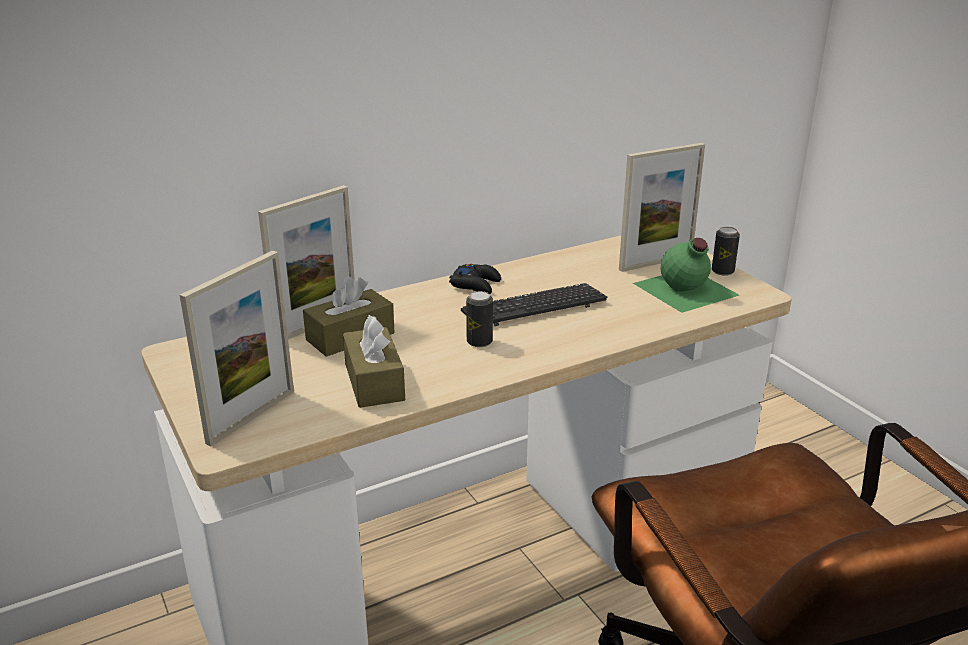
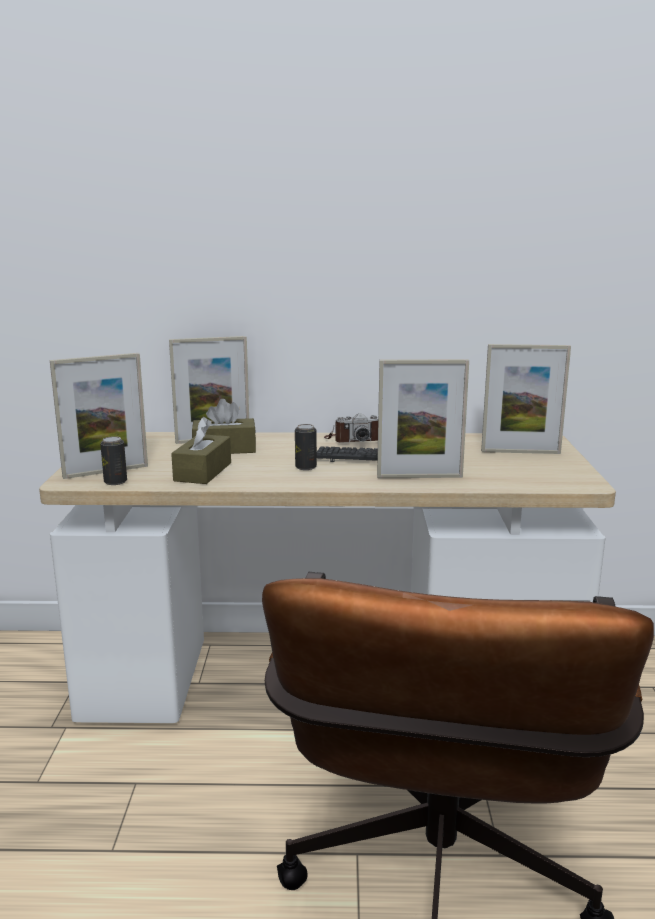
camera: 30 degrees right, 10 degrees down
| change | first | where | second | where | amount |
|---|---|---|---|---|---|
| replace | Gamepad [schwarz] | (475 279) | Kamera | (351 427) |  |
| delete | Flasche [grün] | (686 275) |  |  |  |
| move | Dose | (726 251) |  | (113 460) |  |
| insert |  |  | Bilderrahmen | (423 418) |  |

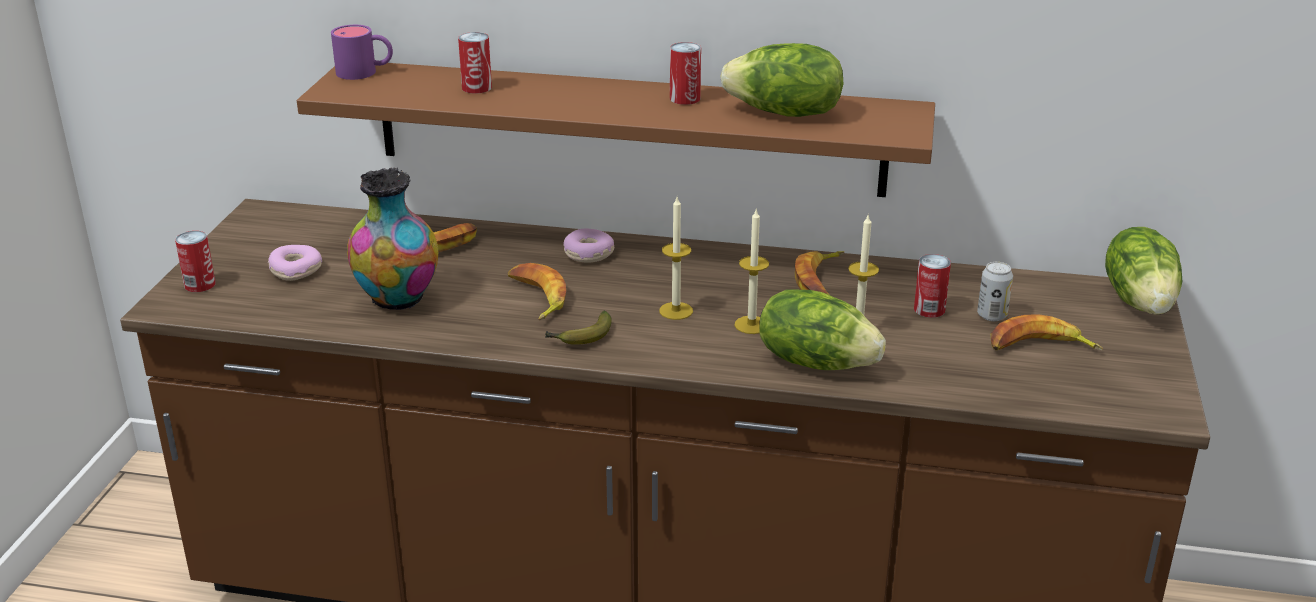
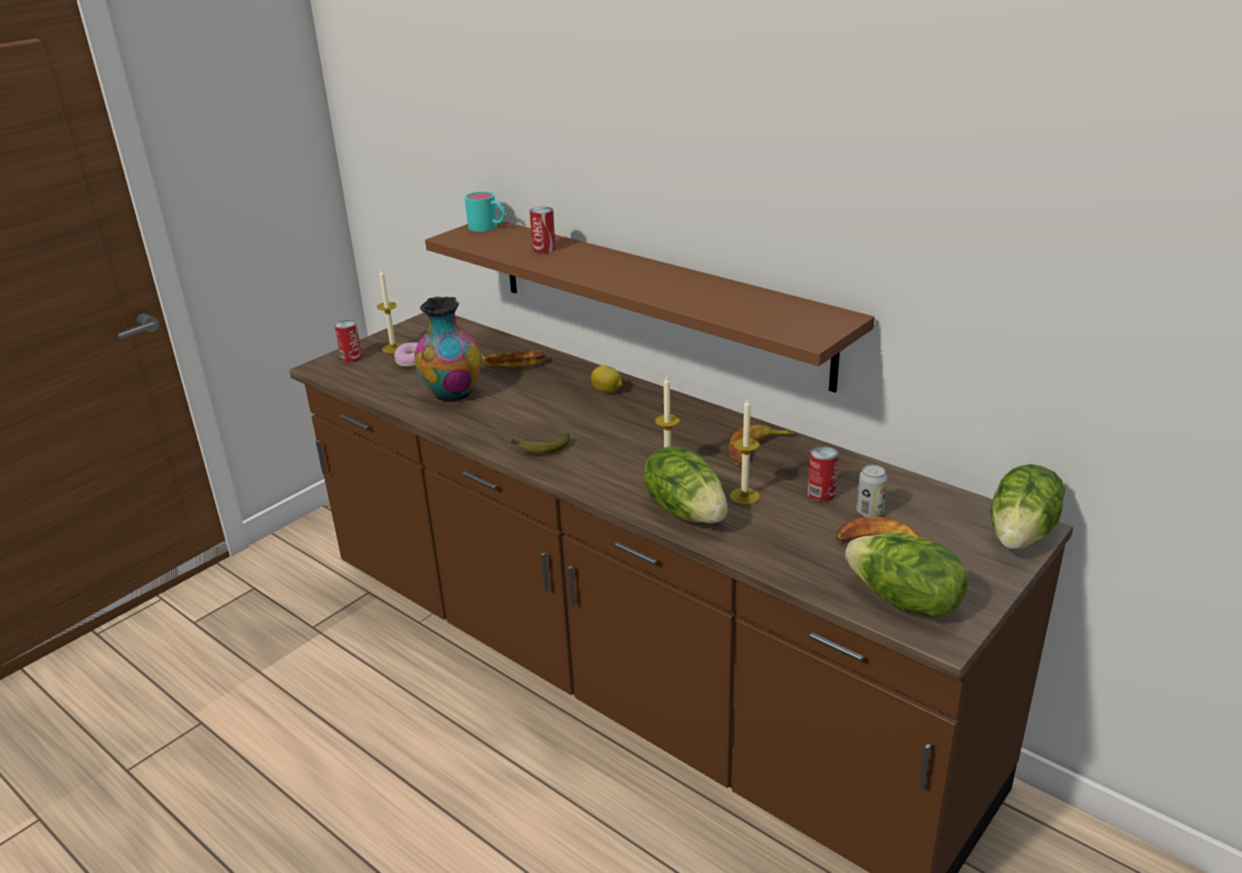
camera: 30 degrees right, 0 degrees up
| change | first | where | second | where | amount |
|---|---|---|---|---|---|
| recolor | Henkelbecher [lila] | (362 52) | Henkelbecher [türkis] | (485 211) |  |
| delete | Banane | (537 291) |  |  |  |
| replace | Donut | (588 246) | Zitrone | (606 379) |  |
| move | Kerze | (676 258) |  | (389 311) |  |
| delete | Dose | (685 73) |  |  |  |
| move | Salatkopf | (781 80) |  | (906 575) |  |

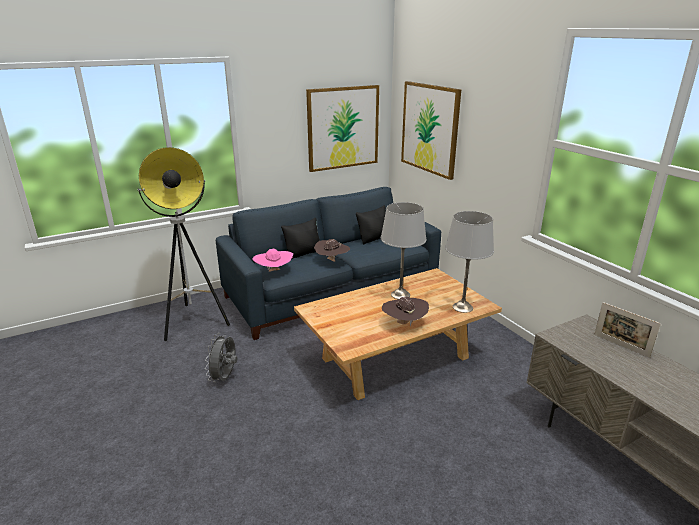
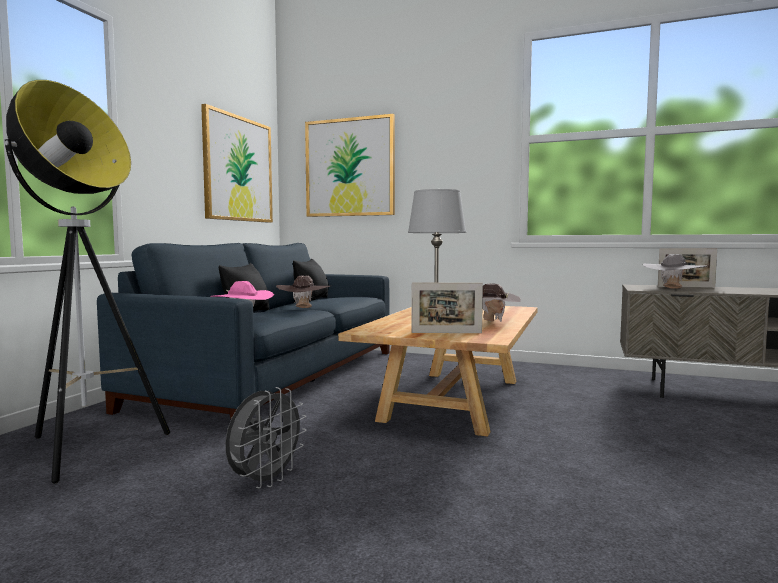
camera: 40 degrees left, 20 degrees down
| change | first | where | second | where | amount |
|---|---|---|---|---|---|
| rotate | Ventilator [grau] | (221 357) |  | (266 437) | 120 degrees counterclockwise |
| delete | Tischlampe [grau] | (469 262) |  |  |  |
| insert |  |  | Bilderrahmen | (447 307) |  |
| insert |  |  | Hut [grau] | (674 271) |  |

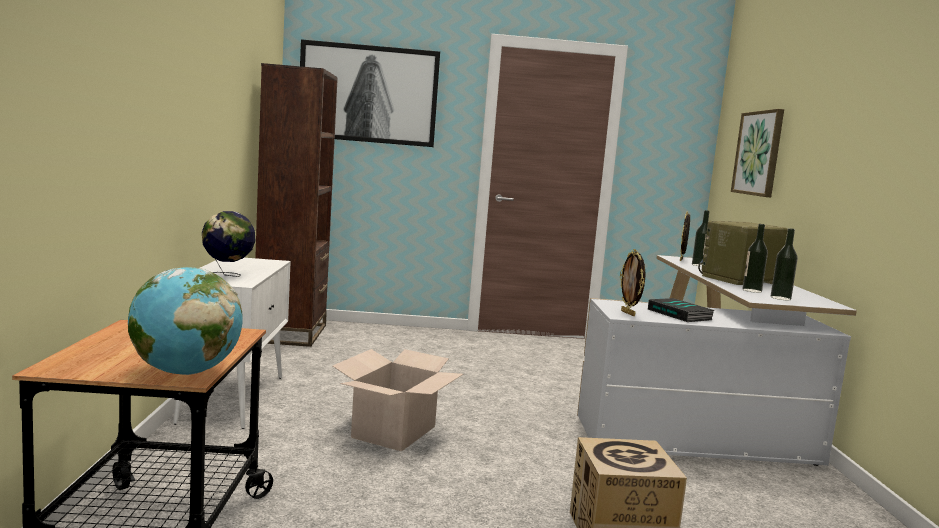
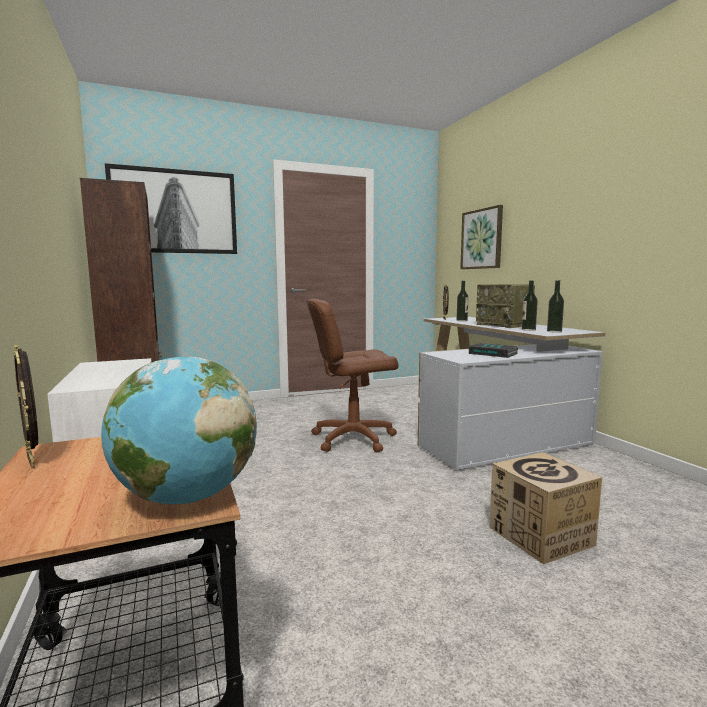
camera: 20 degrees left, 0 degrees up
| change | first | where | second | where | amount |
|---|---|---|---|---|---|
| delete | Globus | (229 244) |  |  |  |
| delete | Karton | (398 400) |  |  |  |
| move | Bilderrahmen | (632 282) |  | (25 407) |  |
| rotate | Radio | (743 253) |  | (505 306) | 75 degrees counterclockwise |
| insert |  |  | Bürostuhl [braun] | (352 375) |  |

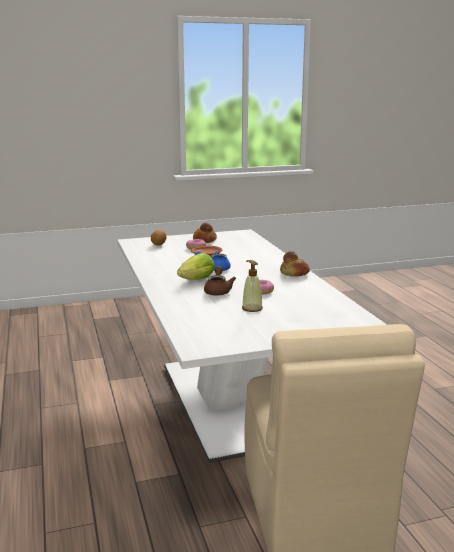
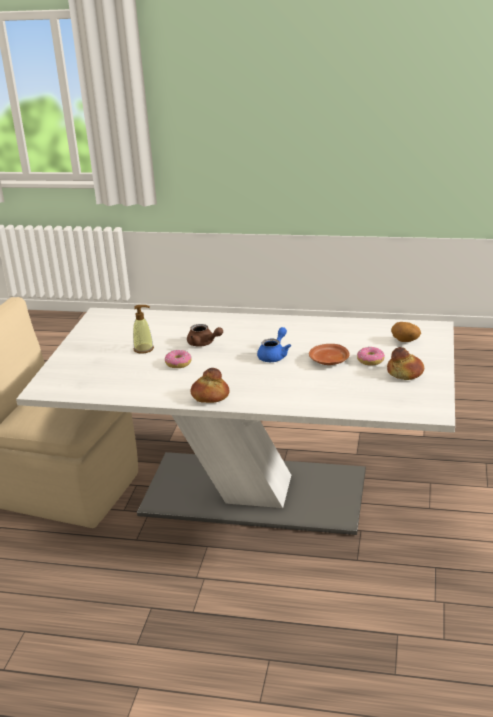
camera: 120 degrees right, 10 degrees up
| change | first | where | second | where | amount |
|---|---|---|---|---|---|
| delete | Salatkopf | (196 266) |  |  |  |

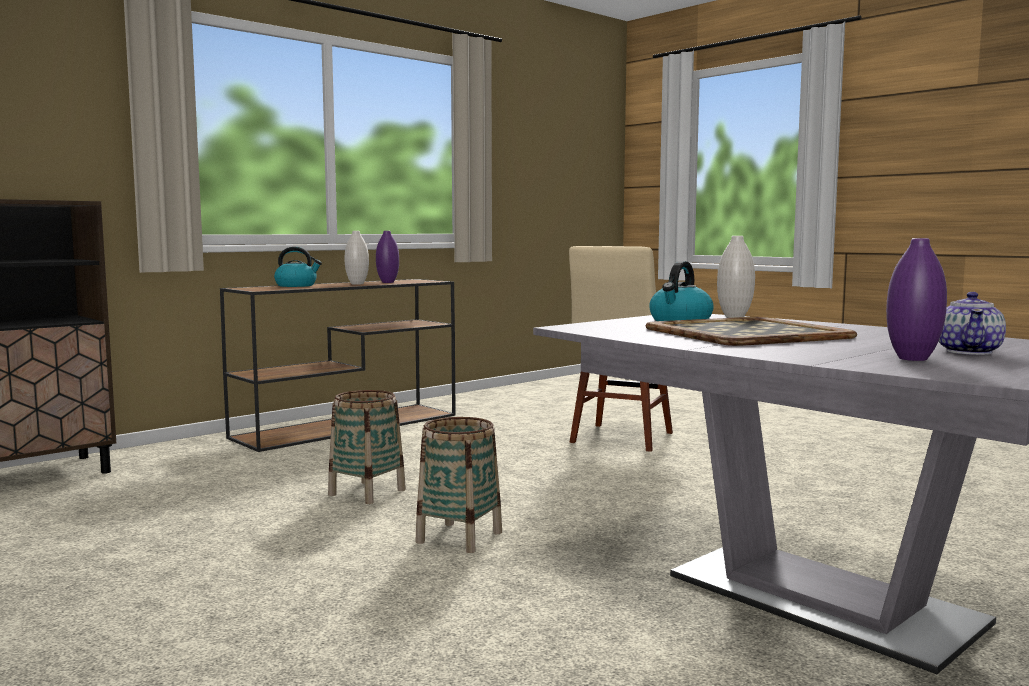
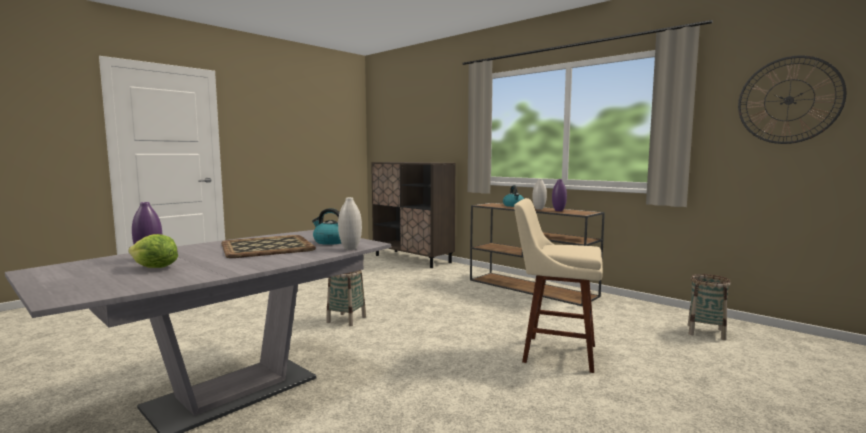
camera: 85 degrees right, 0 degrees up
| change | first | where | second | where | amount |
|---|---|---|---|---|---|
| move | Korb | (367 447) |  | (709 307) |  |
| replace | Teekanne | (972 323) | Salatkopf | (153 251) |  |
| insert |  |  | Wanduhr | (792 99) |  |

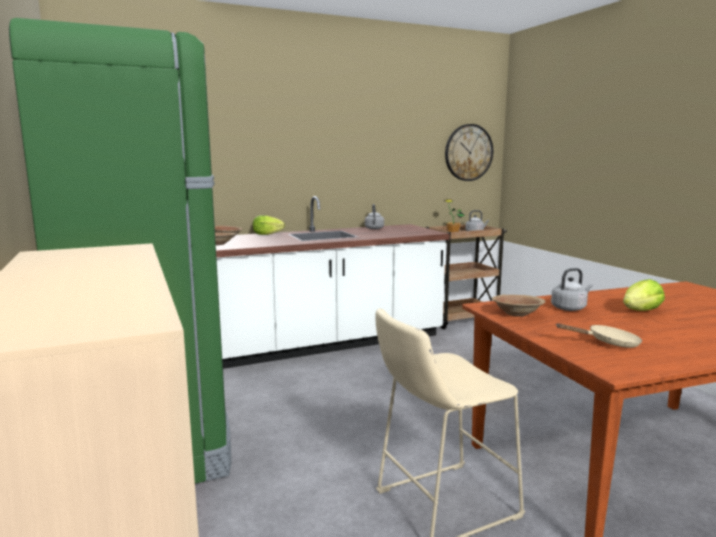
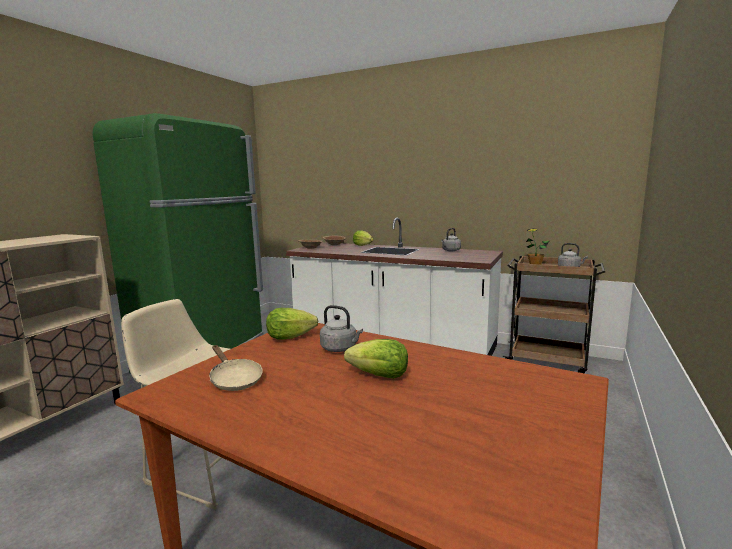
camera: 50 degrees right, 0 degrees up
| change | first | where | second | where | amount |
|---|---|---|---|---|---|
| delete | Wanduhr | (469 152) |  |  |  |
| replace | Schüssel [braun] | (518 306) | Salatkopf | (292 324) |  |

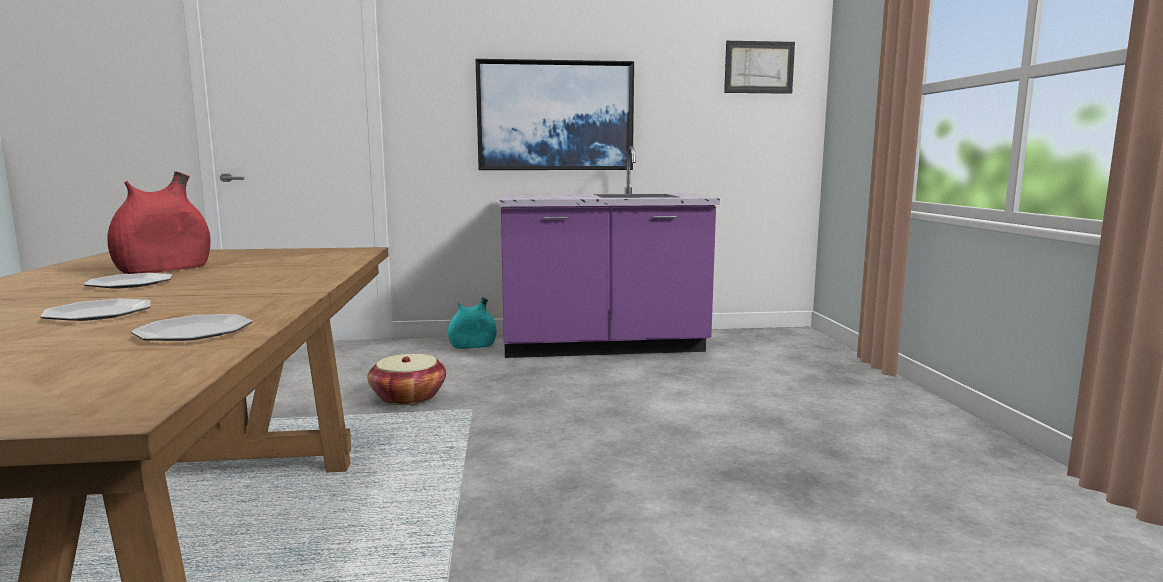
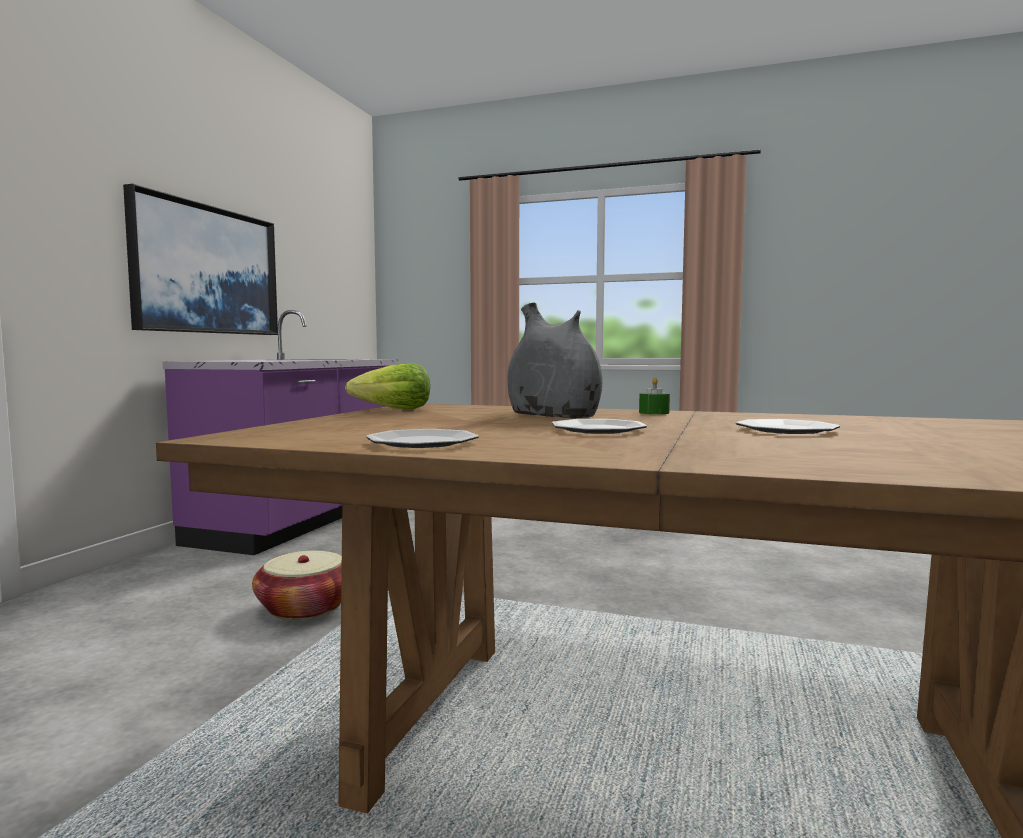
camera: 65 degrees left, 5 degrees down
| change | first | where | second | where | amount |
|---|---|---|---|---|---|
| delete | Vase [rot] | (159 222) |  |  |  |
| move | Teller | (191 327) |  | (422 438) |  |
| delete | Vase [türkis] | (472 323) |  |  |  |
| delete | Bild | (759 67) |  |  |  |
| insert |  |  | Salatkopf | (387 386) |  |
| insert |  |  | Vase [grau] | (555 361) |  |
| insert |  |  | Kerze [grün] | (654 395) |  |

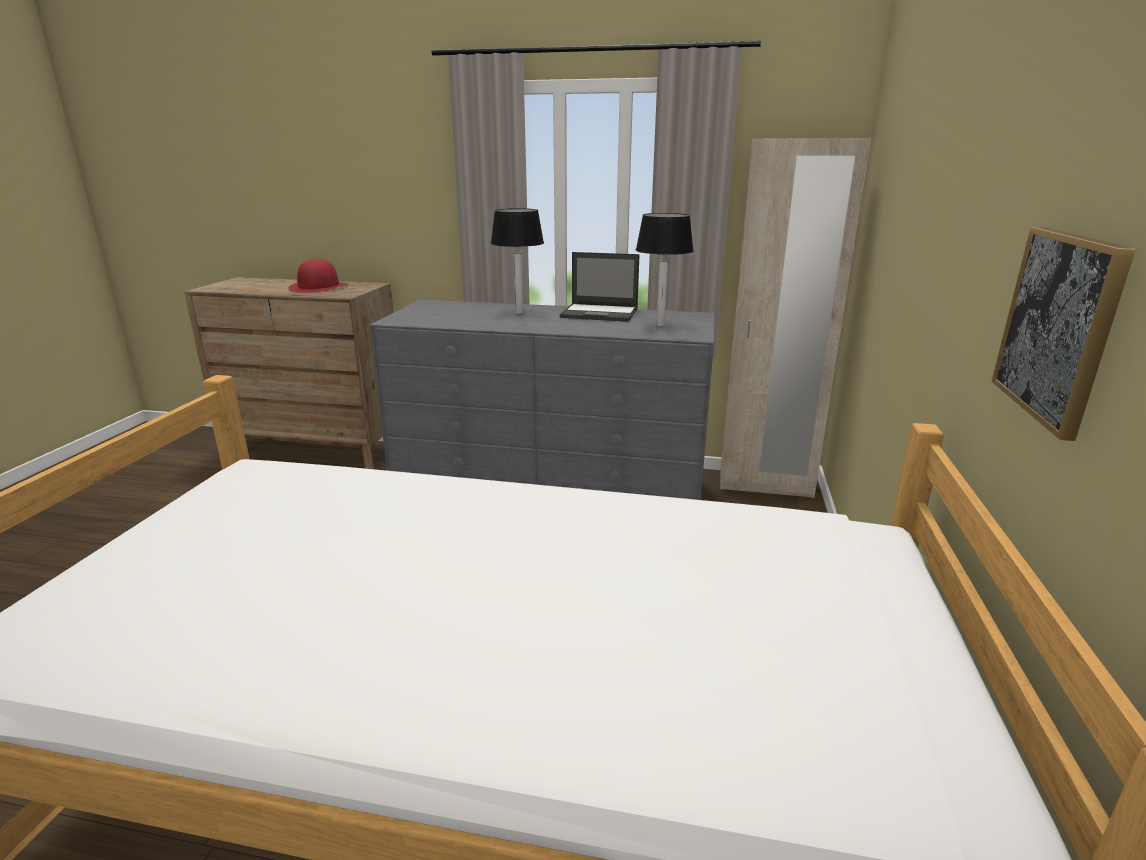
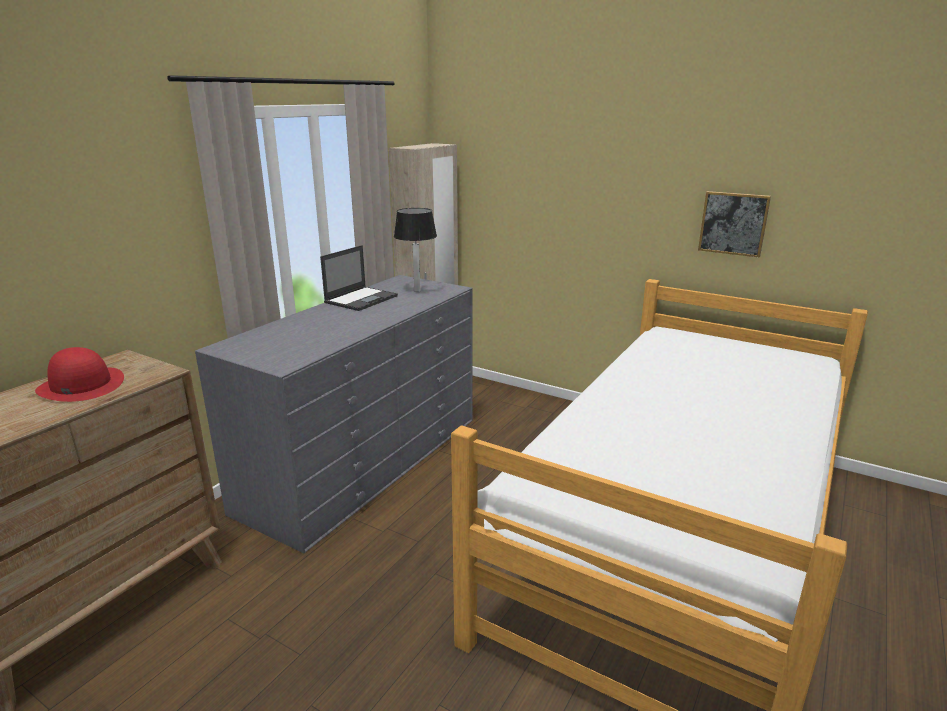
camera: 70 degrees left, 0 degrees up
| change | first | where | second | where | amount |
|---|---|---|---|---|---|
| delete | Tischlampe | (517 261) |  |  |  |

